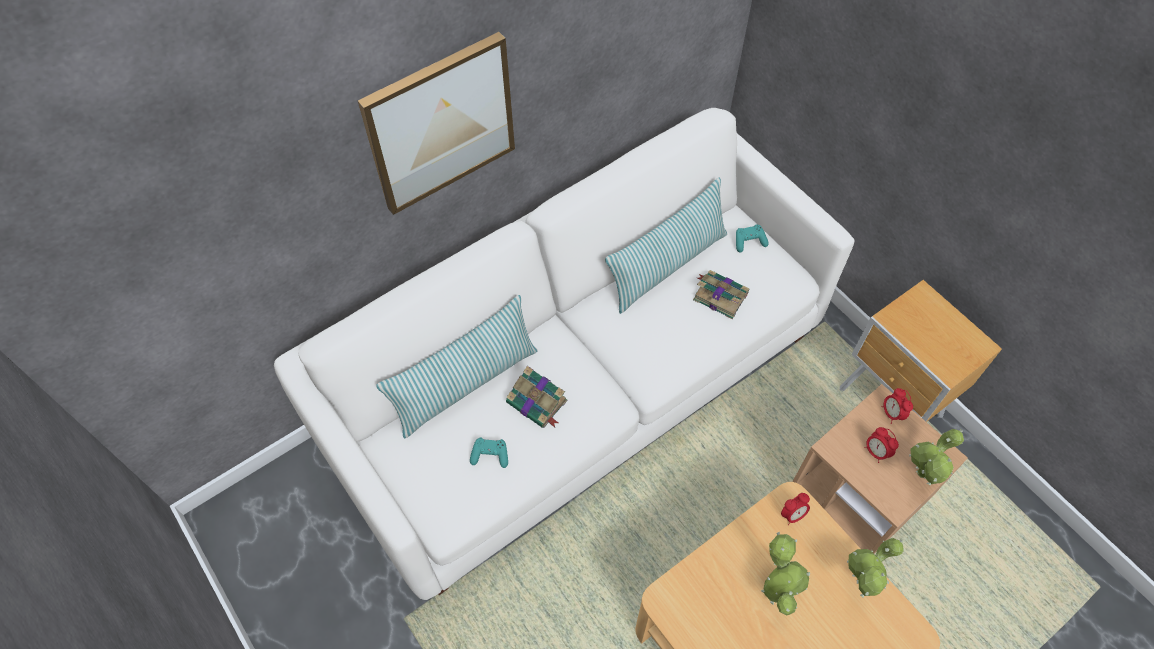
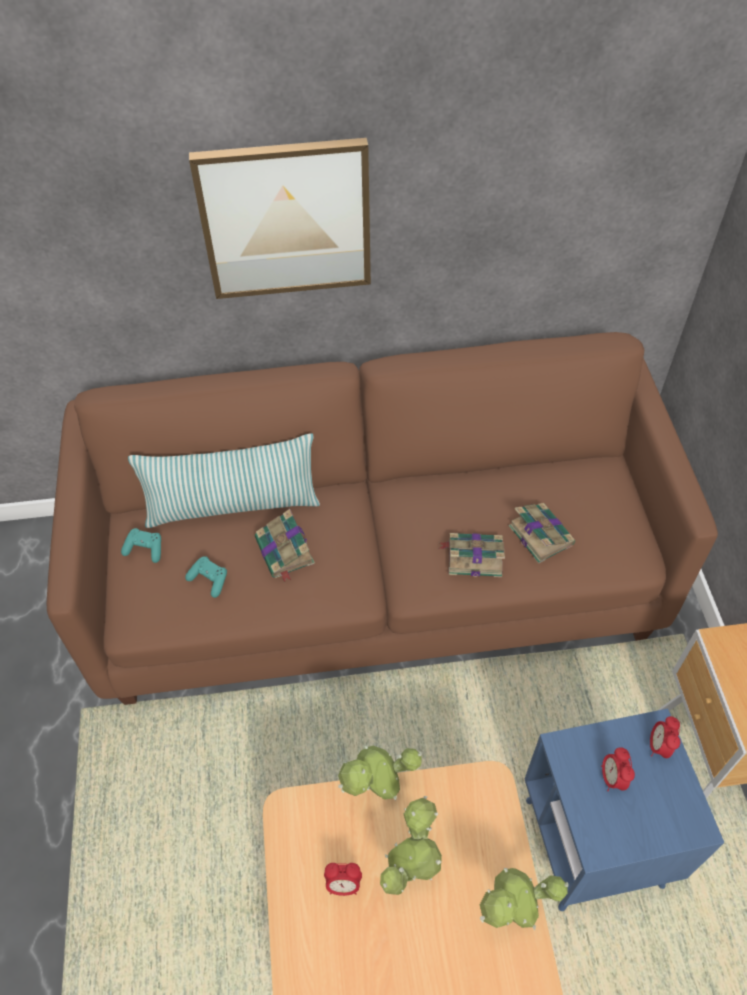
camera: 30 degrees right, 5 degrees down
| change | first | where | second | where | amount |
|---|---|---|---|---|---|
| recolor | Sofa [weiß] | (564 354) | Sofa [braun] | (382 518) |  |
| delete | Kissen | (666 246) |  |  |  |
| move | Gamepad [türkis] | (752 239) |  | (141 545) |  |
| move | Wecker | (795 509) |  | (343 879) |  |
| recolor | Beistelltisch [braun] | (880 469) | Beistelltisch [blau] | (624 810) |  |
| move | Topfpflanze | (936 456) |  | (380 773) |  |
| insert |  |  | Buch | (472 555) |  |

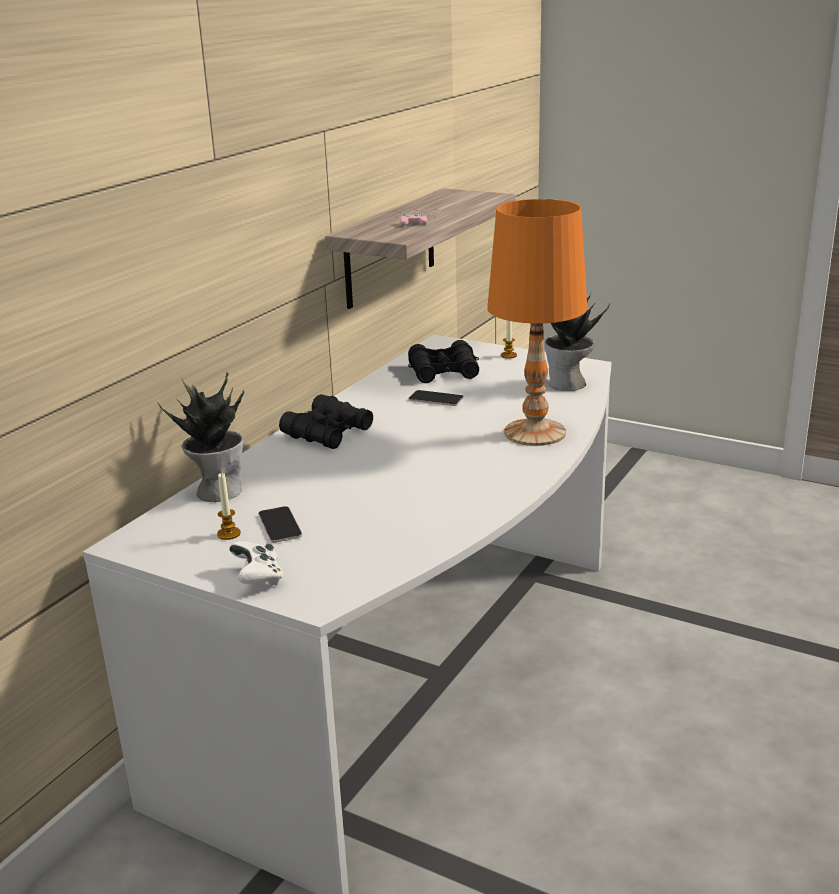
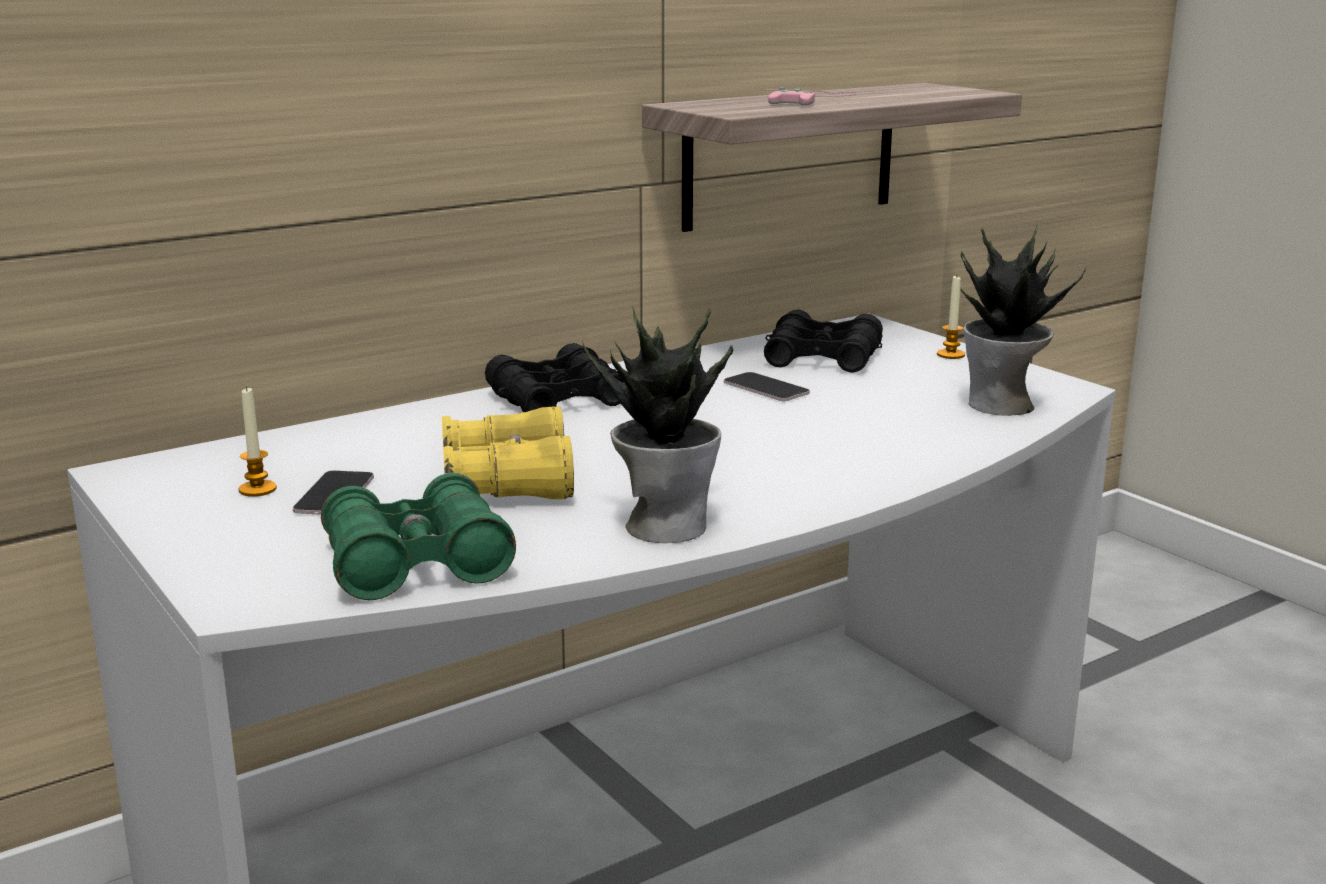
camera: 25 degrees right, 5 degrees down
| change | first | where | second | where | amount |
|---|---|---|---|---|---|
| move | Topfpflanze | (201 437) |  | (657 424) |  |
| delete | Gamepad [weiß] | (256 563) |  |  |  |
| delete | Tischlampe [orange] | (537 322) |  |  |  |
| insert |  |  | Fernglas [grün] | (418 536) |  |
| insert |  |  | Fernglas [gelb] | (508 452) |  |

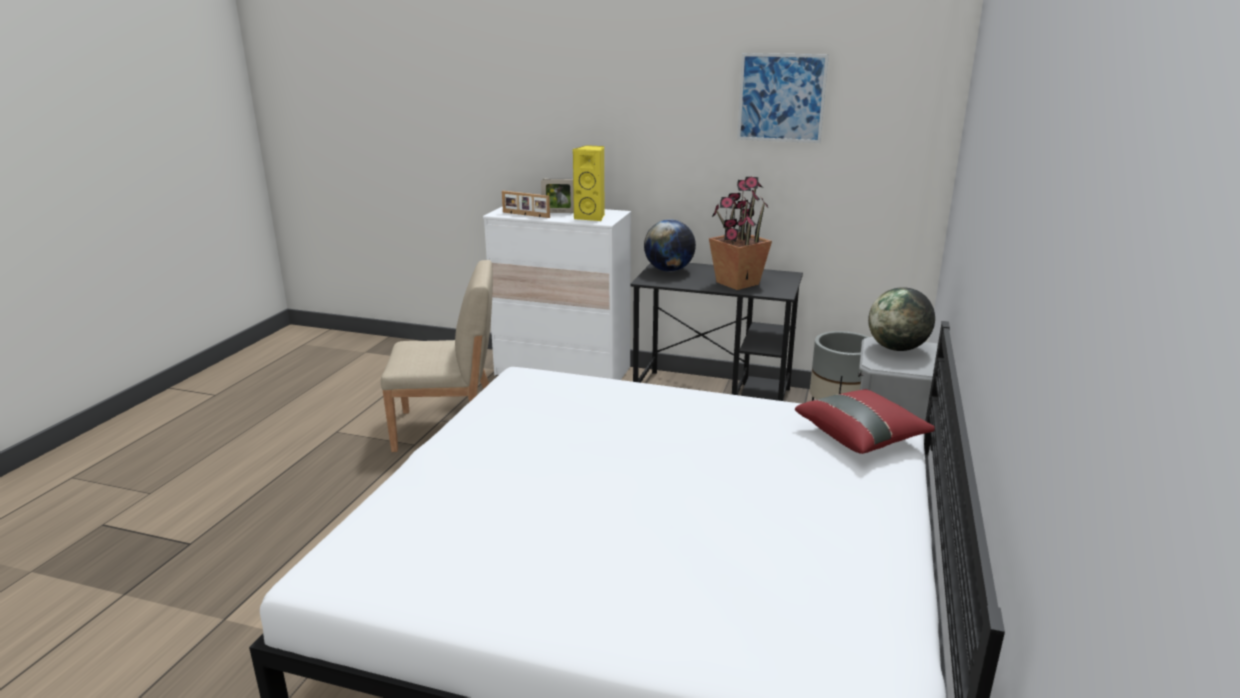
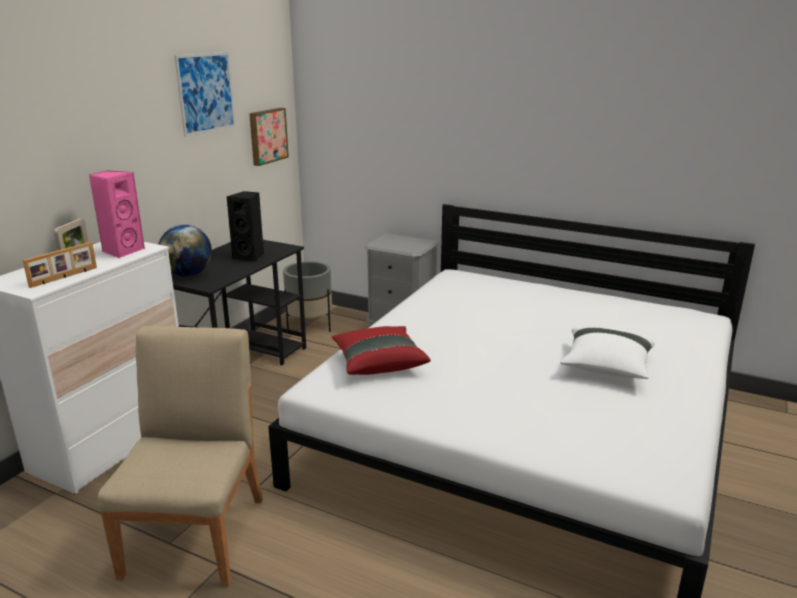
camera: 80 degrees left, 0 degrees up
| change | first | where | second | where | amount |
|---|---|---|---|---|---|
| recolor | Lautsprecher [gelb] | (588 183) | Lautsprecher [rosa] | (117 214) |  |
| replace | Topfpflanze | (740 233) | Lautsprecher [schwarz] | (245 226) |  |
| move | Kissen [rot] | (865 421) |  | (381 350) |  |
| delete | Globus | (901 319) |  |  |  |
| insert |  |  | Bild | (269 137) |  |
| insert |  |  | Kissen [weiß] | (607 353) |  |

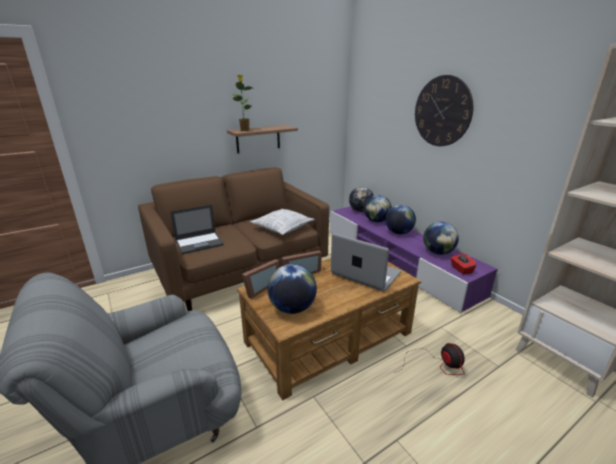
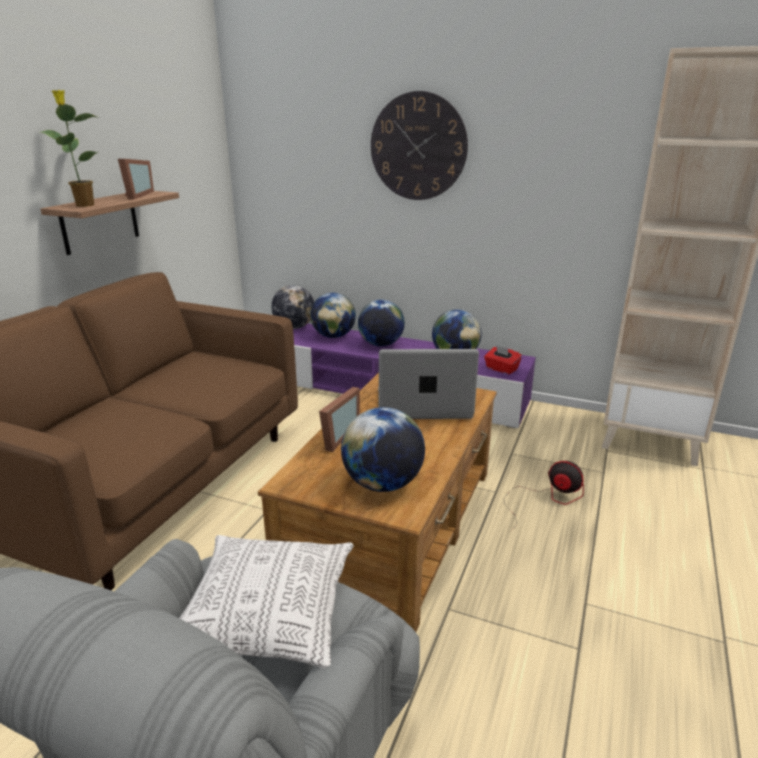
camera: 35 degrees left, 0 degrees up
| change | first | where | second | where | amount |
|---|---|---|---|---|---|
| delete | Laptop | (197 229) |  |  |  |
| move | Bilderrahmen | (260 279) |  | (136 179) |  |
| move | Kissen | (282 222) |  | (266 601) |  |

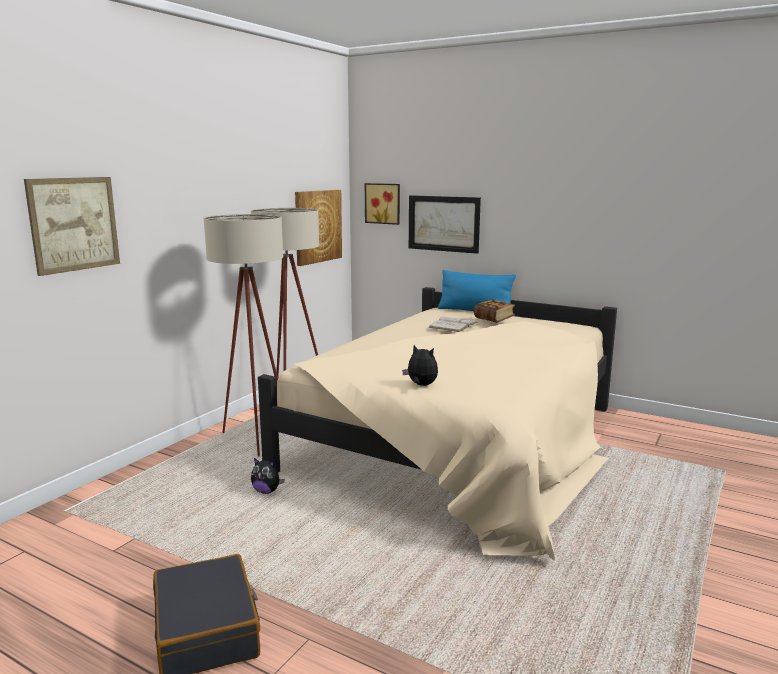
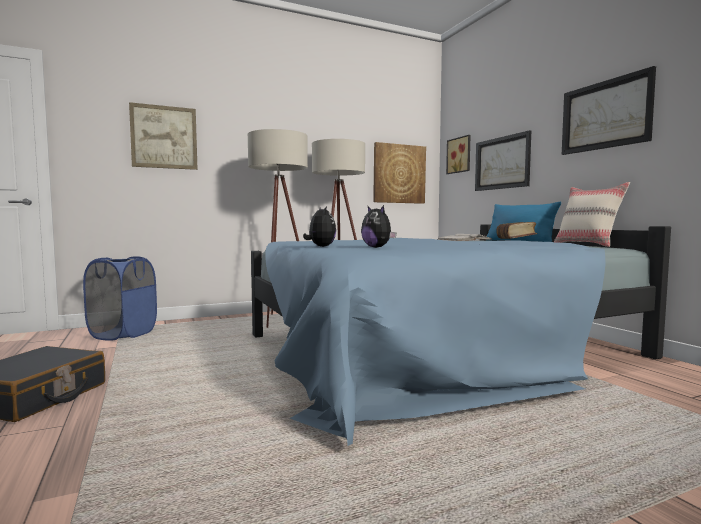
camera: 35 degrees right, 10 degrees down
| change | first | where | second | where | amount |
|---|---|---|---|---|---|
| move | Plüschtier | (268 476) |  | (378 226) |  |
| recolor | Bett [beige] | (437 424) | Bett [blau] | (461 335) |  |
| insert |  |  | Wäschekorb [blau] | (120 298) |  |
| insert |  |  | Kissen [beige] | (592 214) |  |
| insert |  |  | Bild | (609 110) |  |

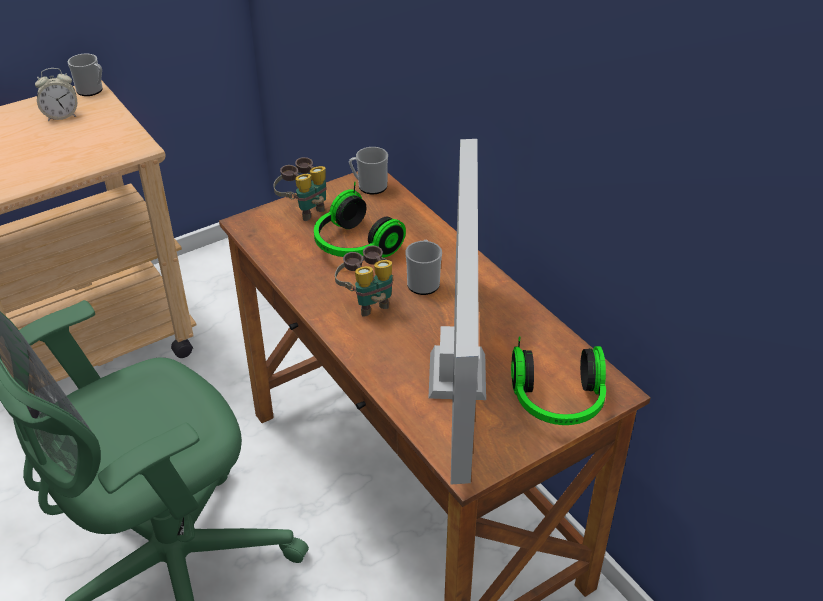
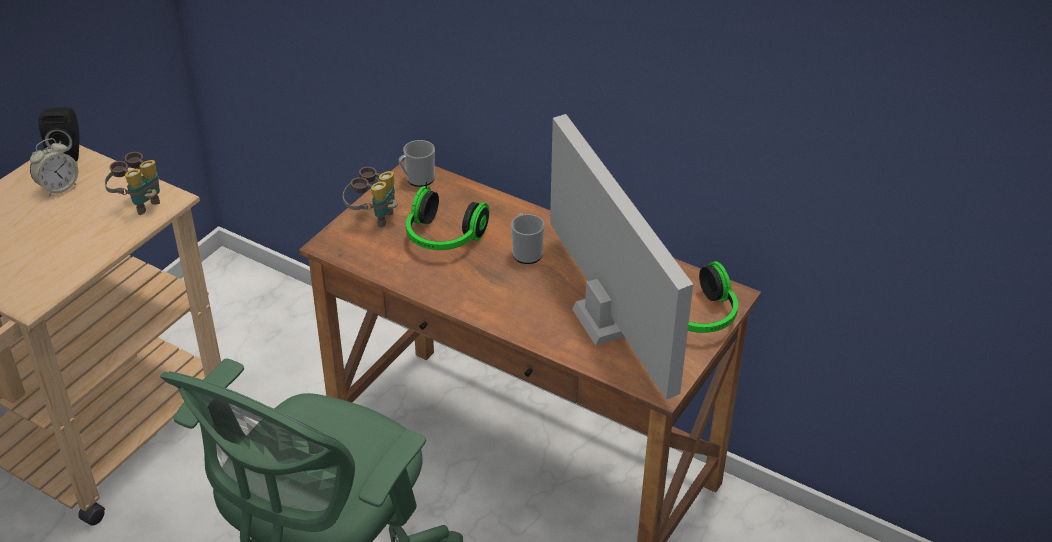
camera: 25 degrees left, 0 degrees up
| change | first | where | second | where | amount |
|---|---|---|---|---|---|
| replace | Henkelbecher | (85 75) | Lautsprecher [schwarz] | (59 134) |  |
| move | Fernglas | (364 281) |  | (132 183) |  |

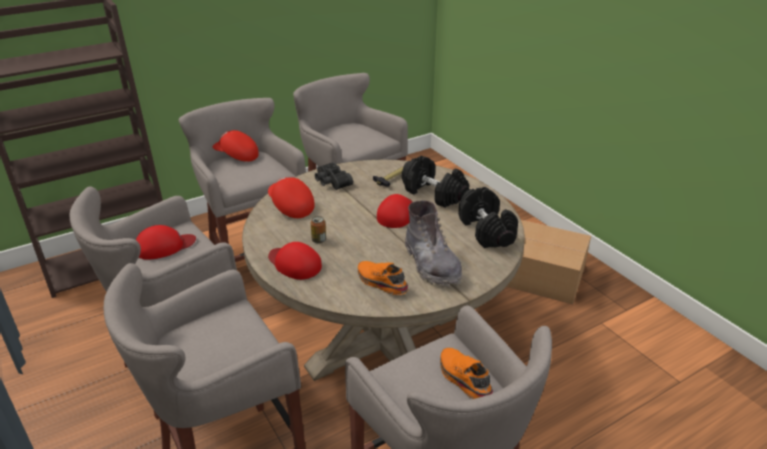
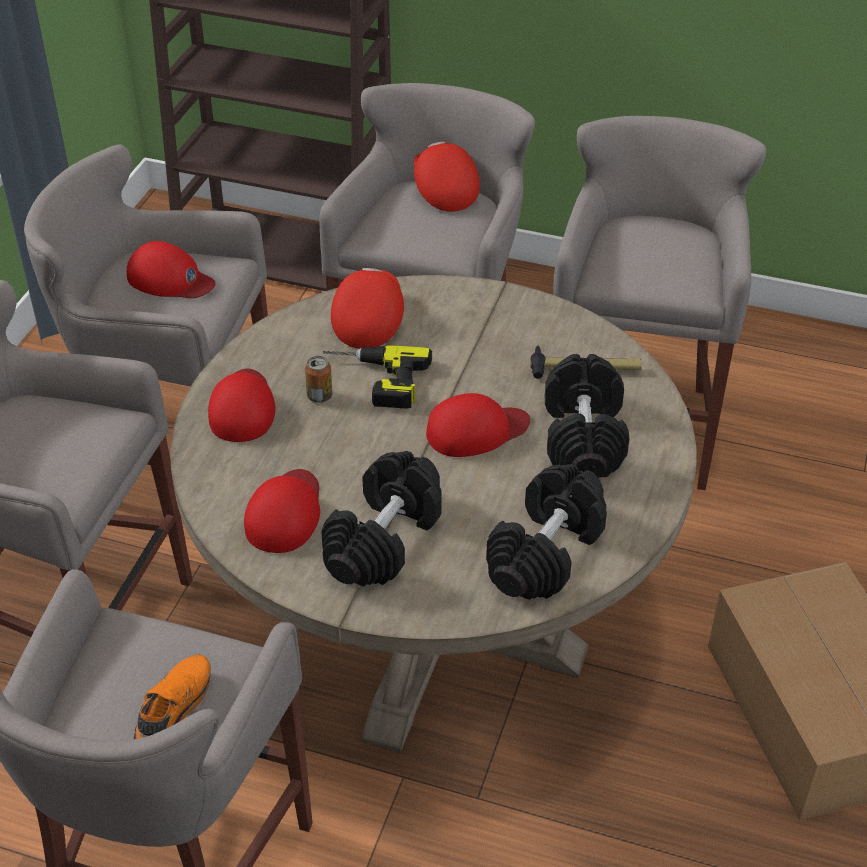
camera: 50 degrees right, 10 degrees up
| change | first | where | second | where | amount |
|---|---|---|---|---|---|
| delete | Fernglas [schwarz] | (334 176) |  |  |  |
| replace | Schuh [orange] | (383 278) | Kappe [rot] | (282 511) |  |
| replace | Stiefel [grau] | (433 243) | Hantel [schwarz] | (381 518) |  |
| insert |  |  | Bohrmaschine | (377 377) |  |

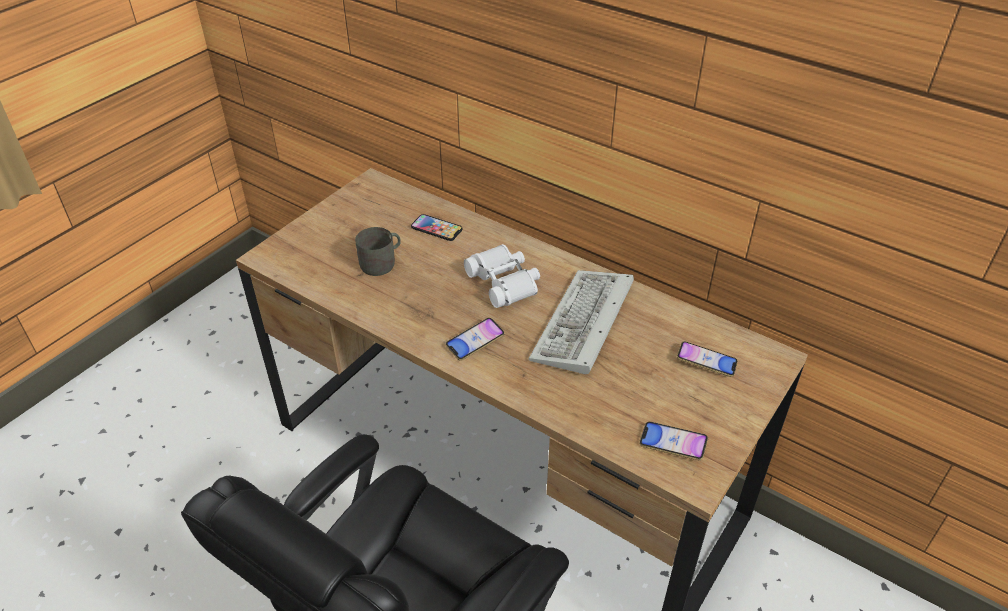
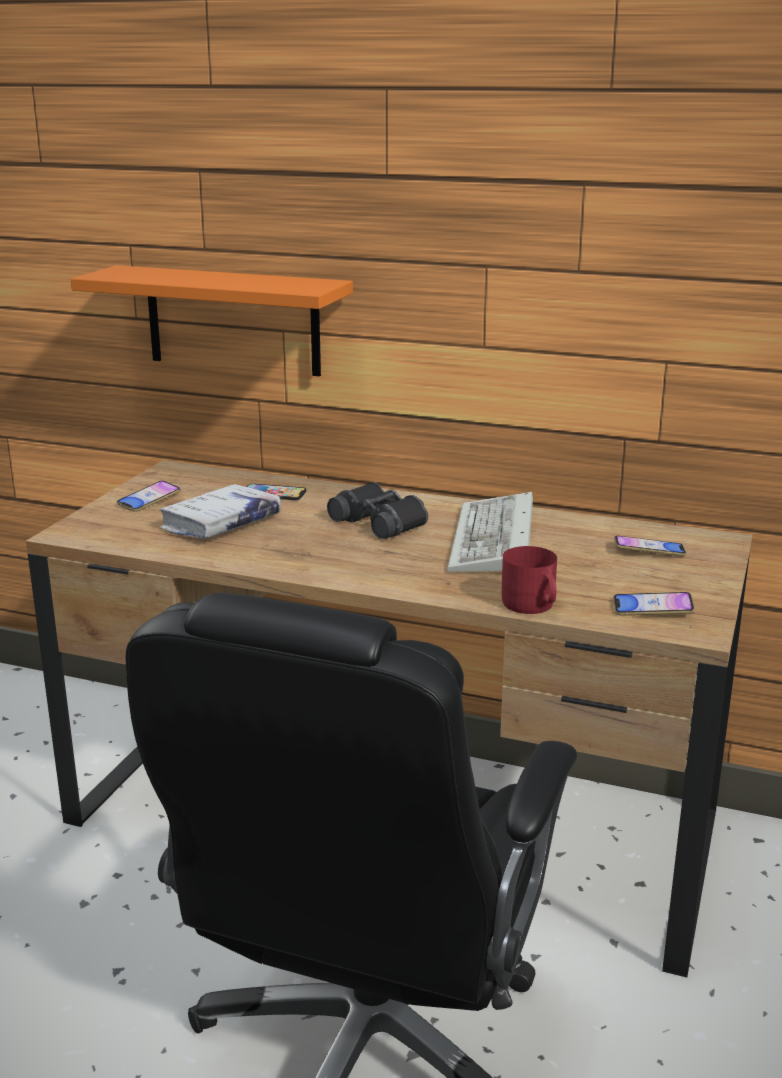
camera: 15 degrees left, 20 degrees down
| change | first | where | second | where | amount |
|---|---|---|---|---|---|
| replace | Henkelbecher [grau] | (378 251) | Buch [weiß] | (220 511) |  |
| move | Handy | (475 339) |  | (149 496) |  |
| recolor | Fernglas [weiß] | (502 276) | Fernglas [schwarz] | (377 510) |  |
| insert |  |  | Wandregal [orange] | (212 320) |  |
| insert |  |  | Henkelbecher [rot] | (529 580) |  |

